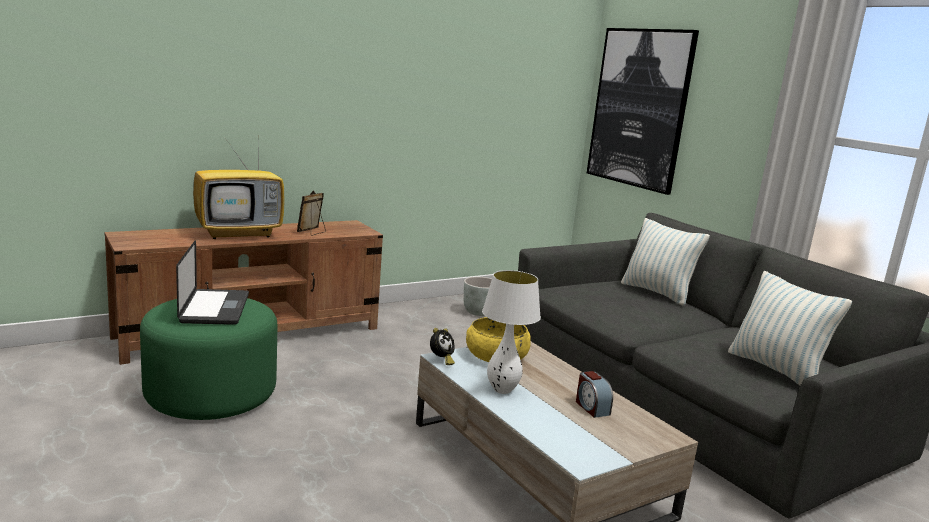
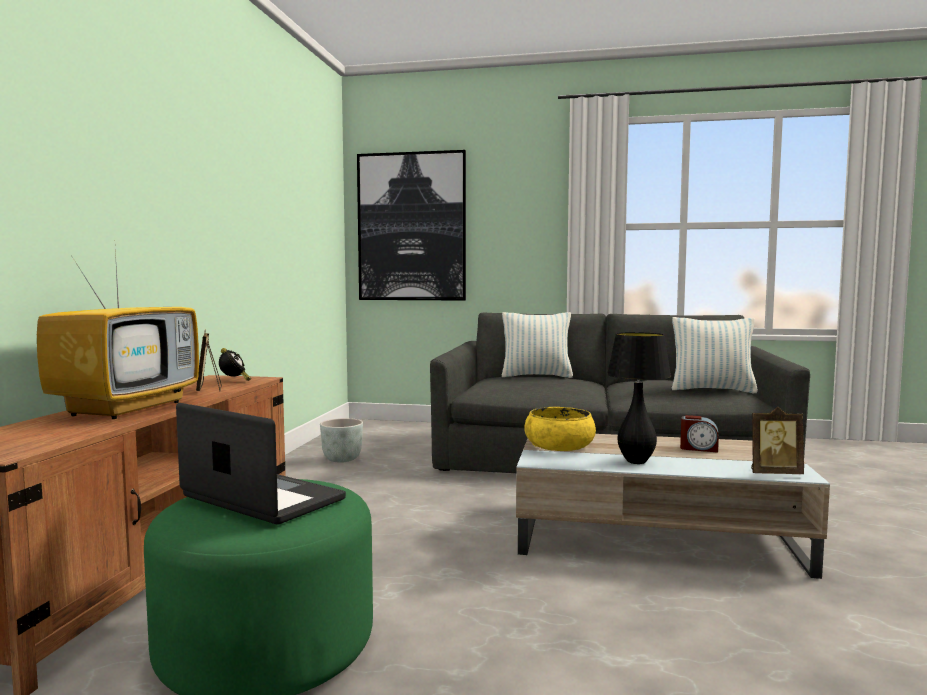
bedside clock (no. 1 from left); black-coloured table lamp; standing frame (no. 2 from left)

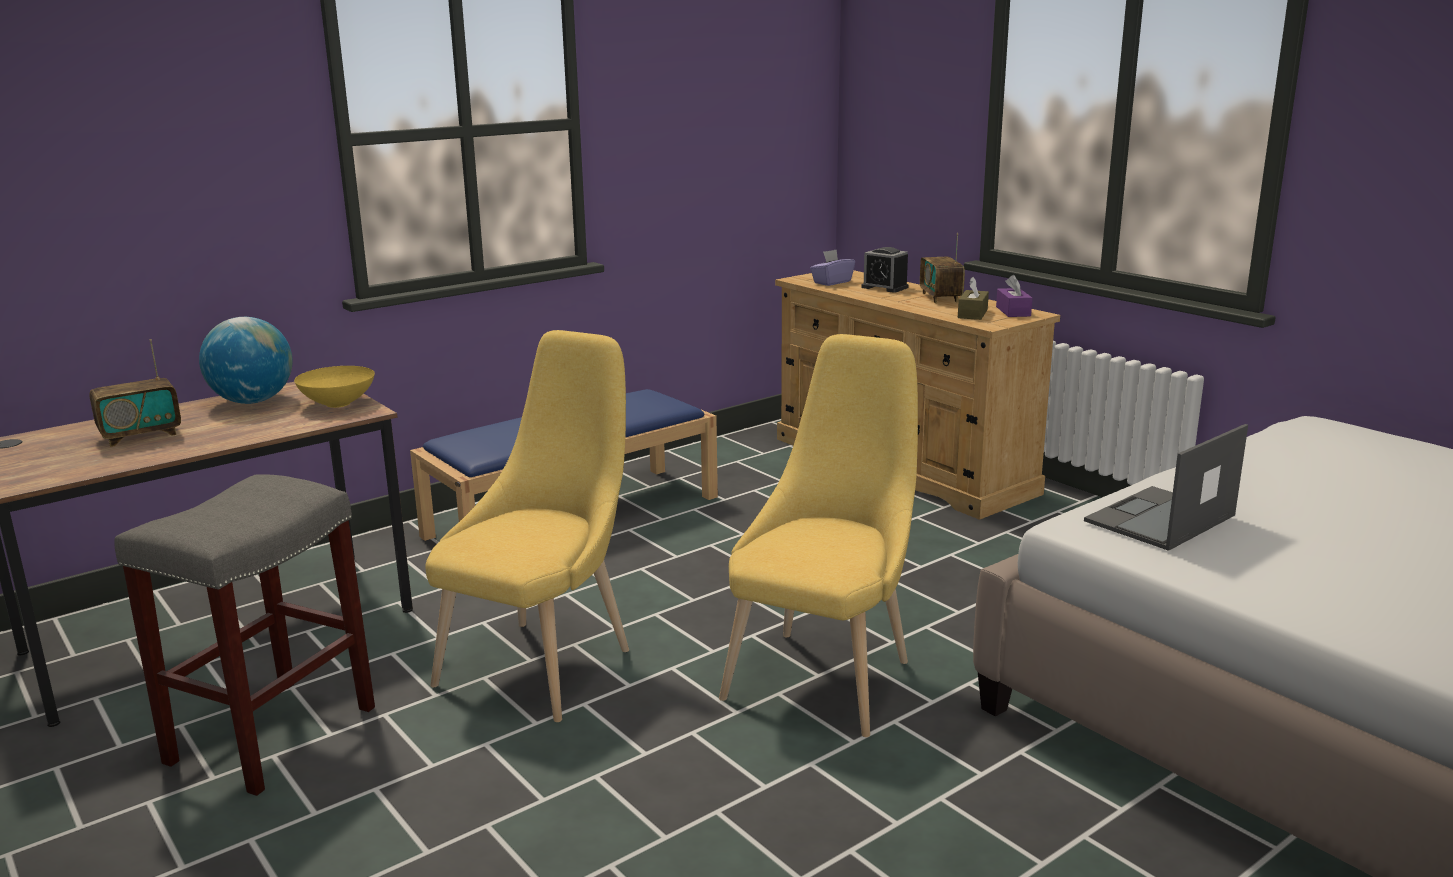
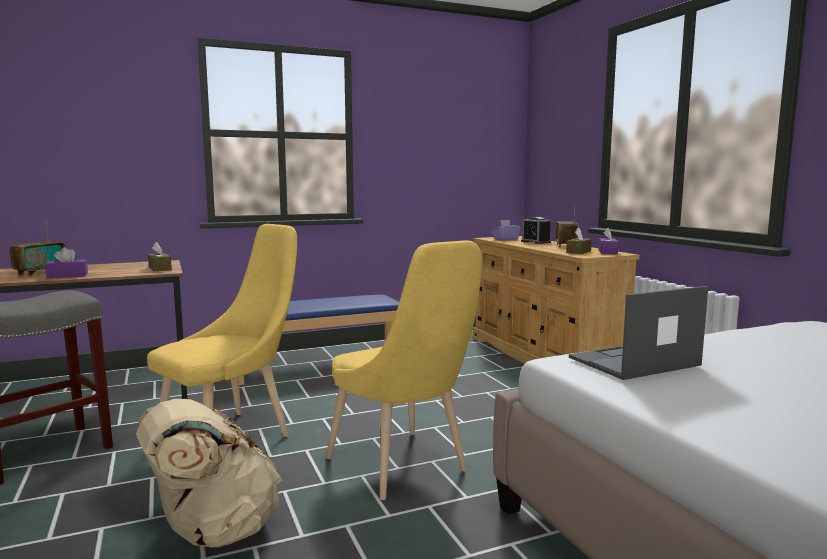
radio (no. 1 from left); desk globe; brownish box of tissues (no. 1 from left); yellow-coloured chair (no. 2 from left); purplish box of tissues (no. 1 from left); beige rucksack

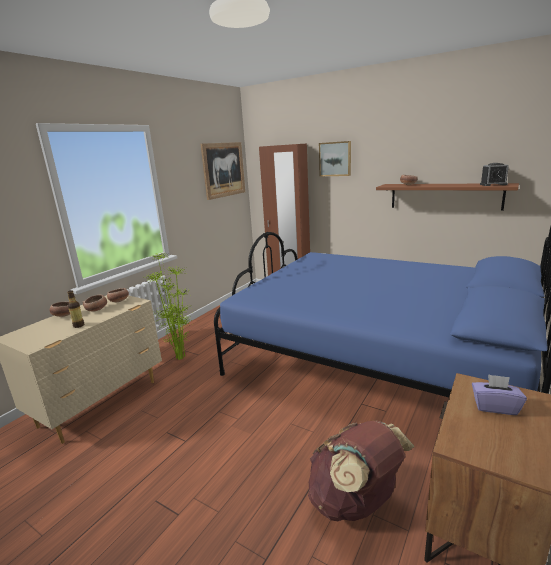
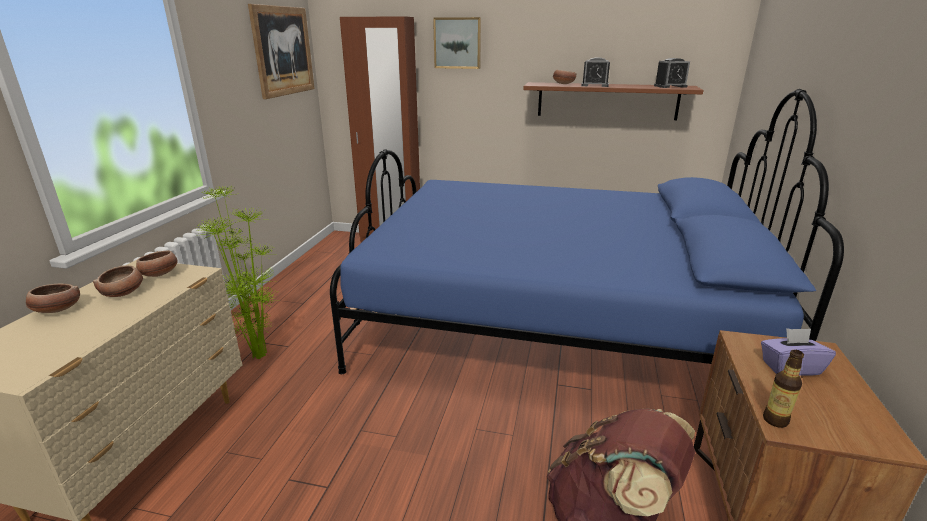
drink bottle; bedside clock (no. 1 from left)

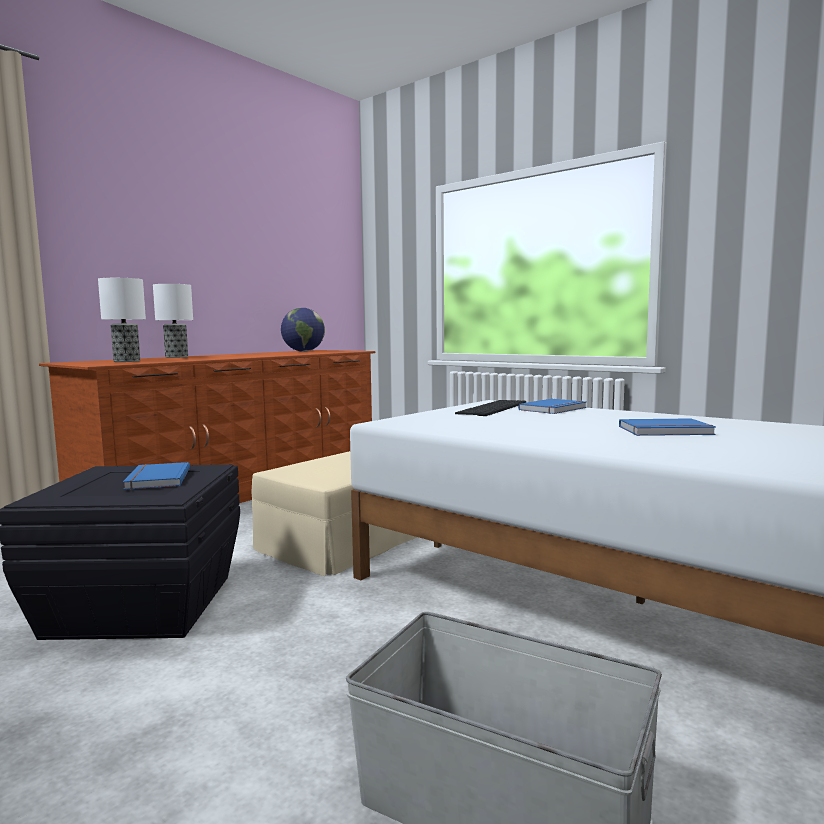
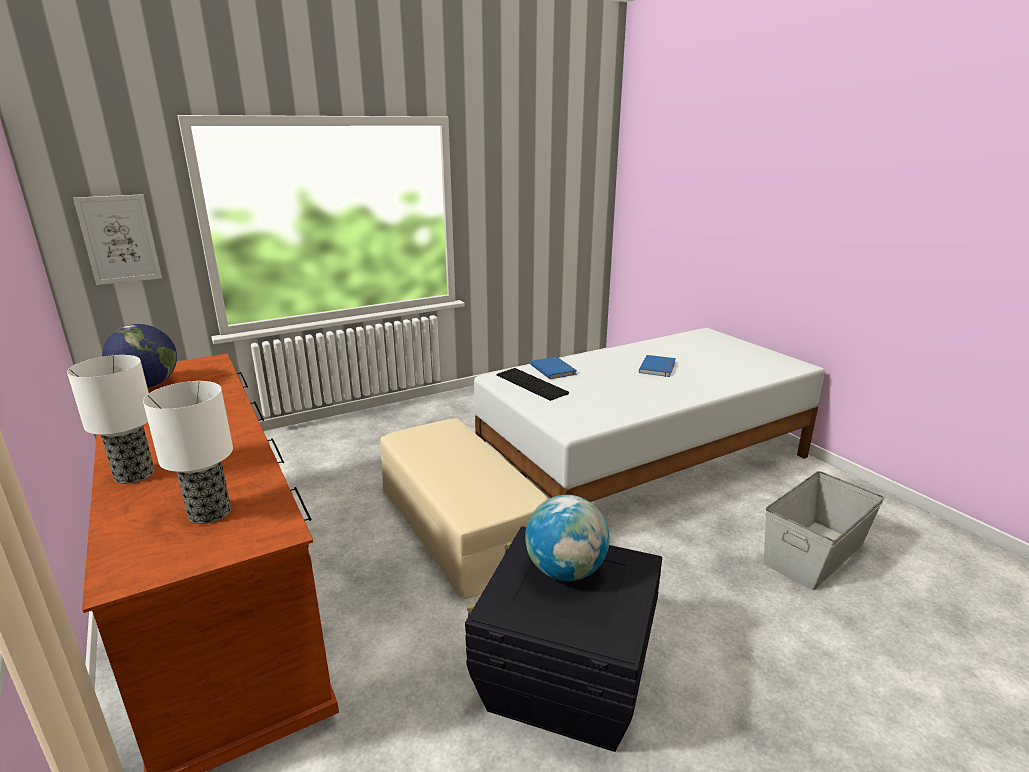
desk globe (no. 2 from left); wall picture

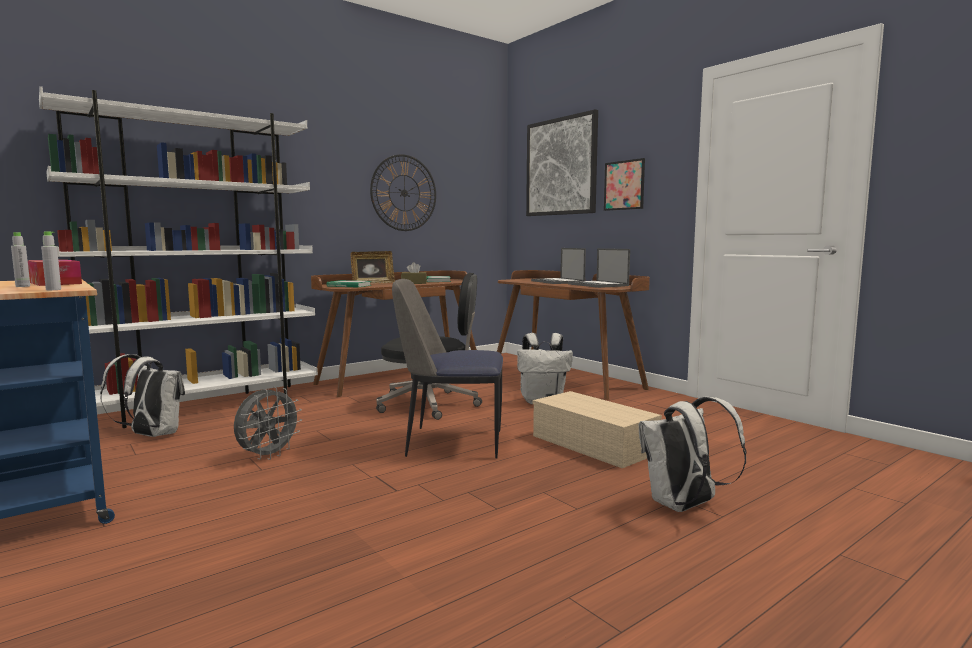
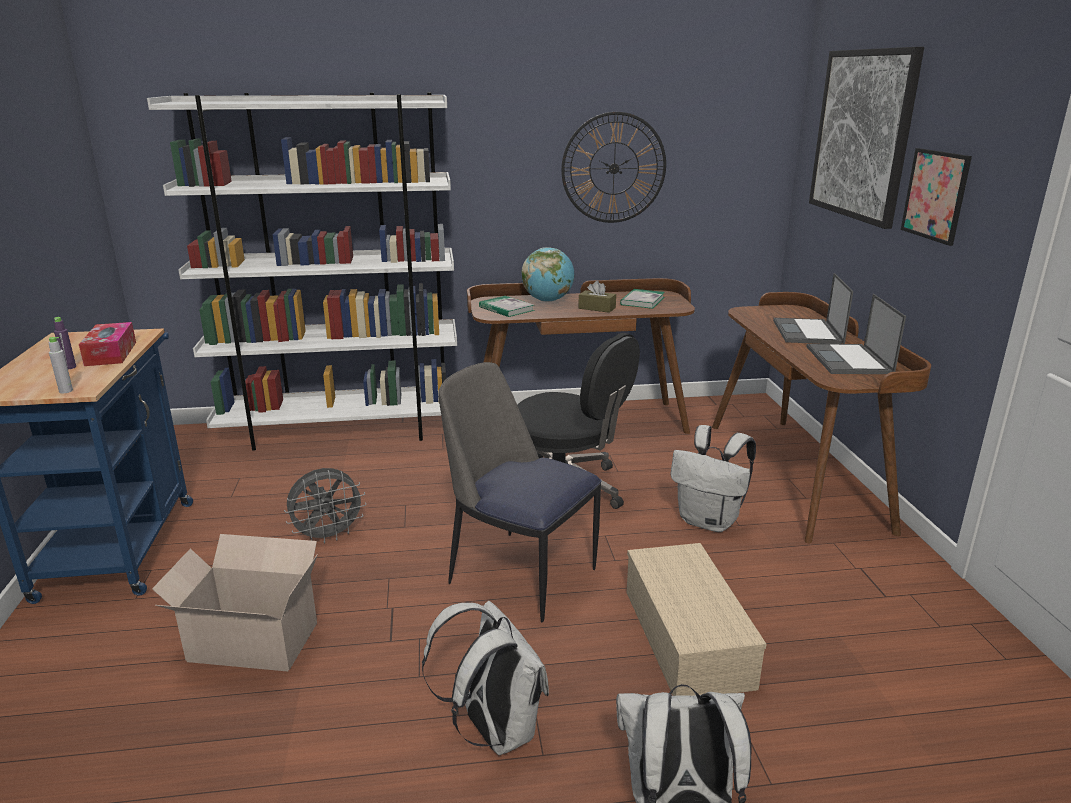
purplish drink bottle; white rucksack (no. 1 from left); desk globe; packing box

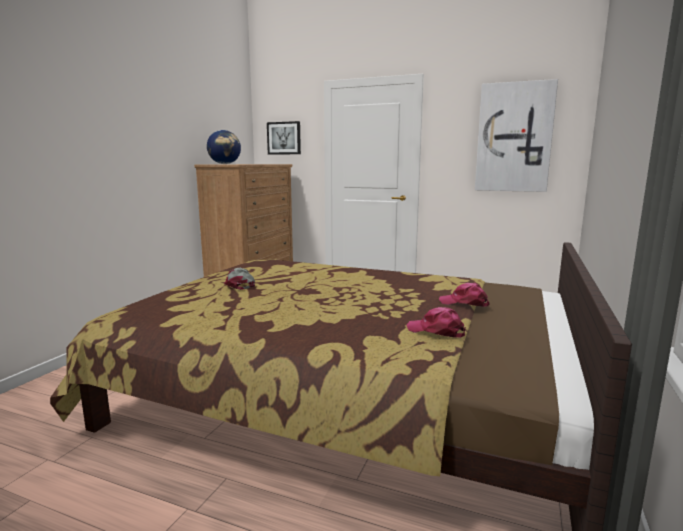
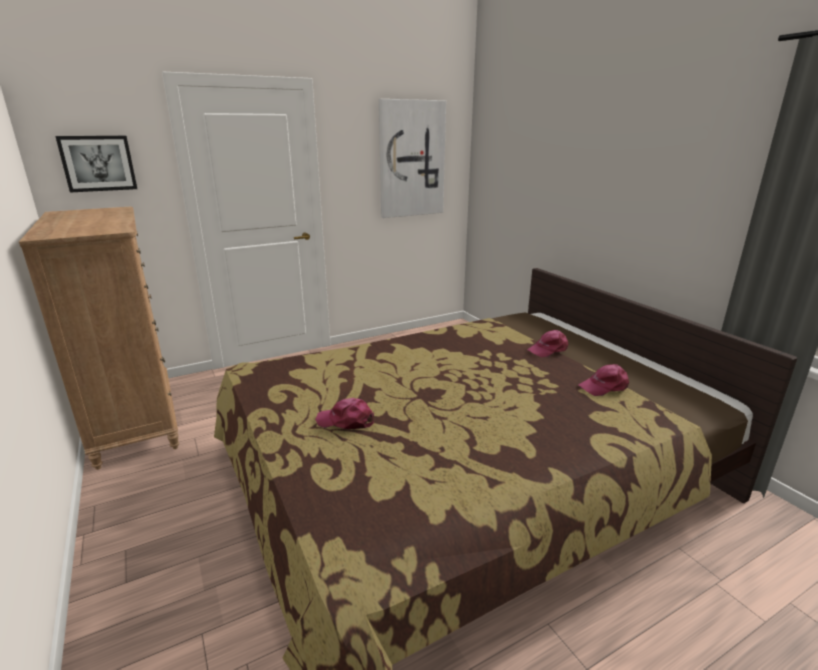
desk globe; pinkish baseball cap (no. 1 from left)

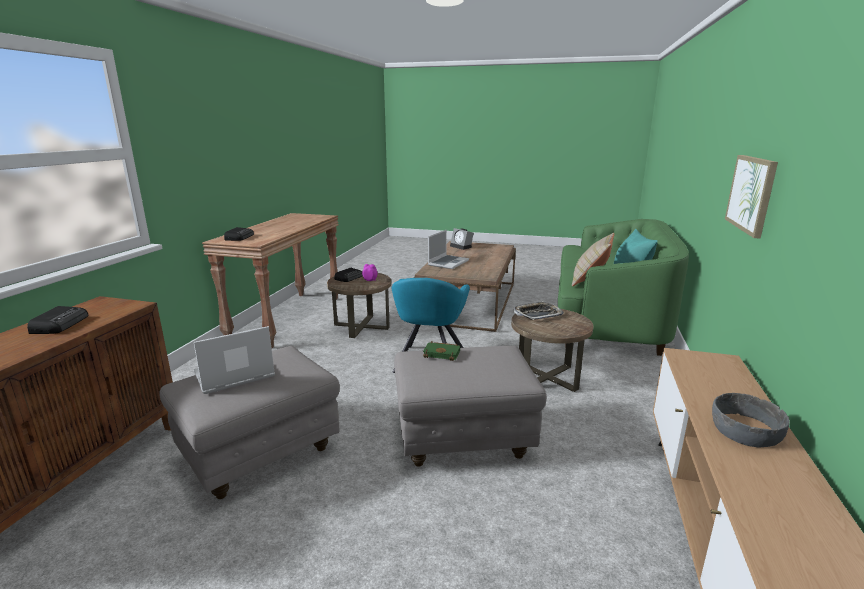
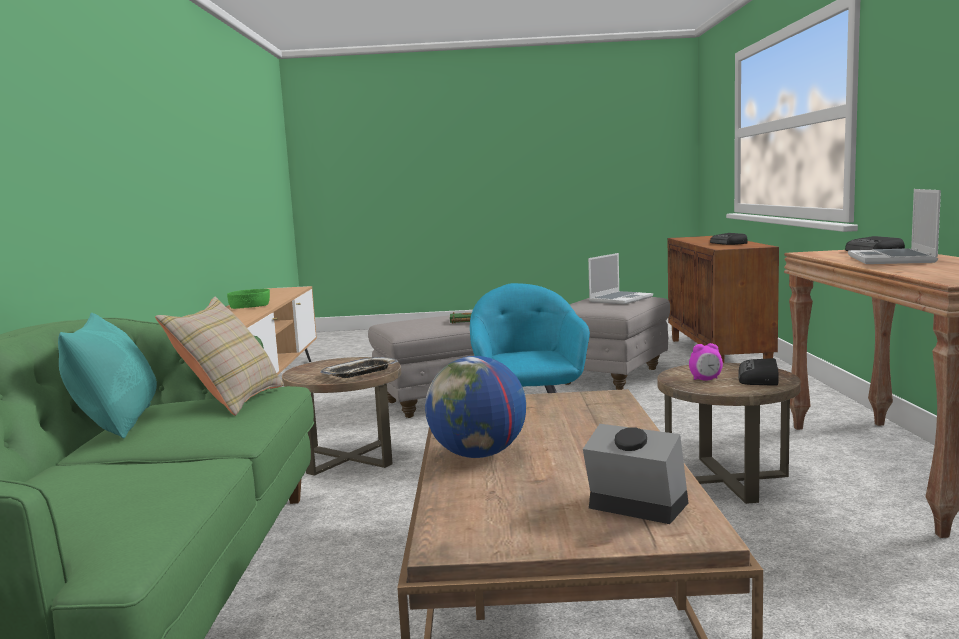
notebook computer (no. 2 from left); green deep dish; wall picture; desk globe

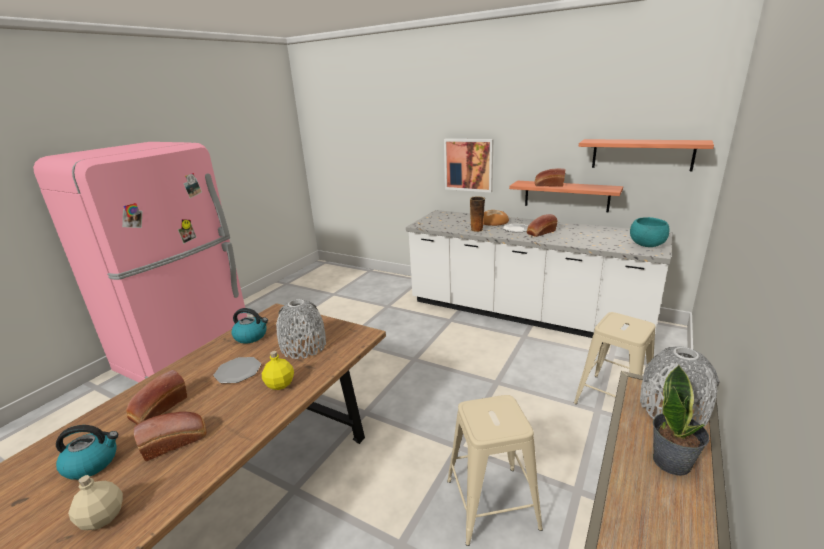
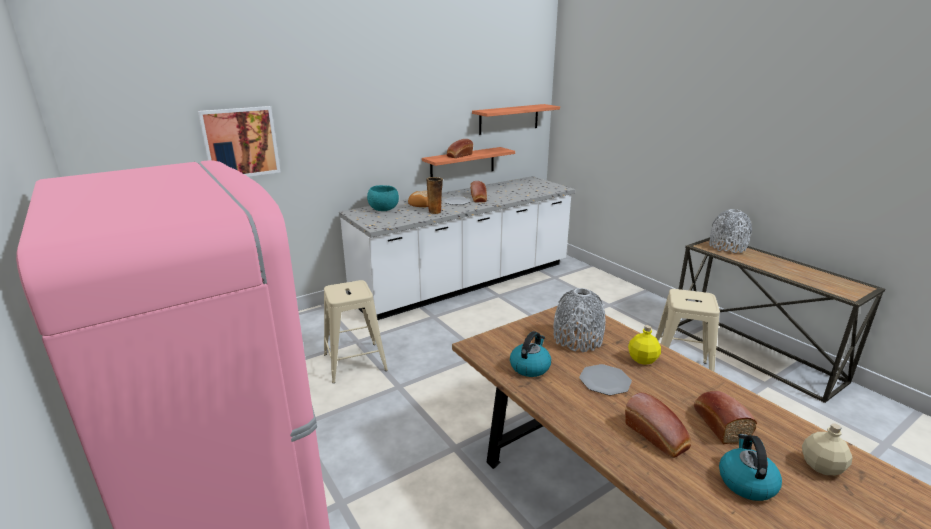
wall picture; beige stool seat (no. 1 from left); turquoise deep dish; plant in a pot

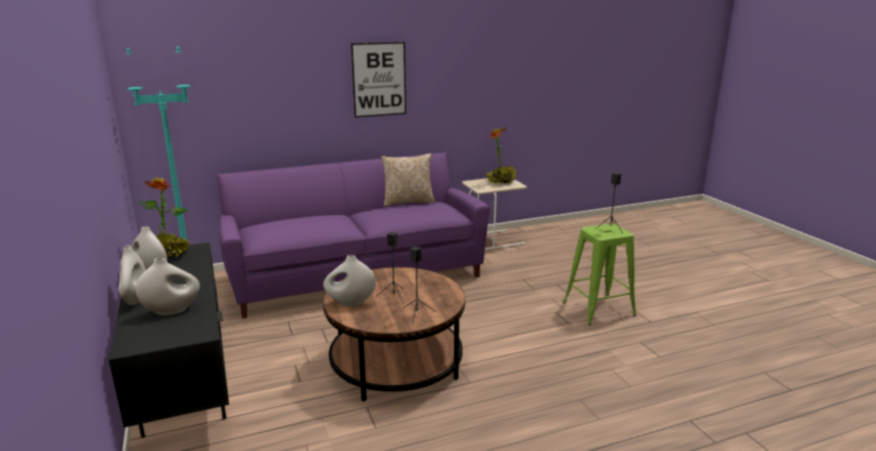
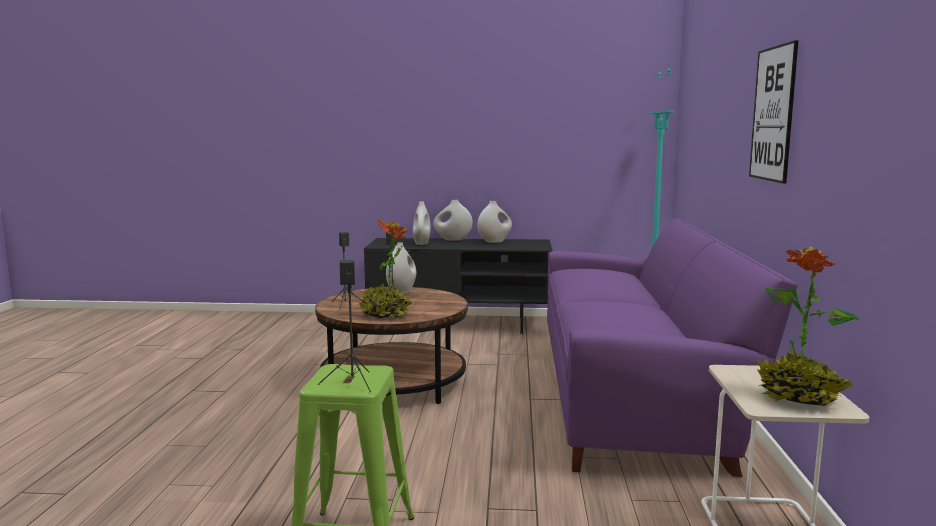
plant in a pot (no. 1 from left); throw pillow

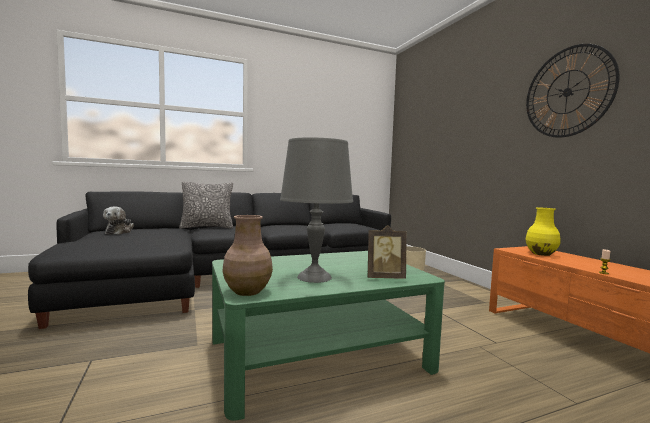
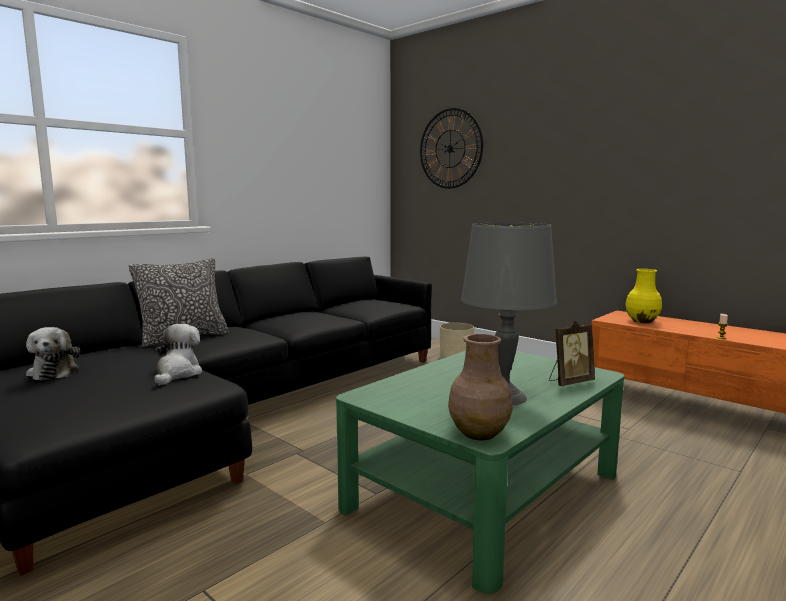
hanging clock; cuddly toy (no. 2 from left)

